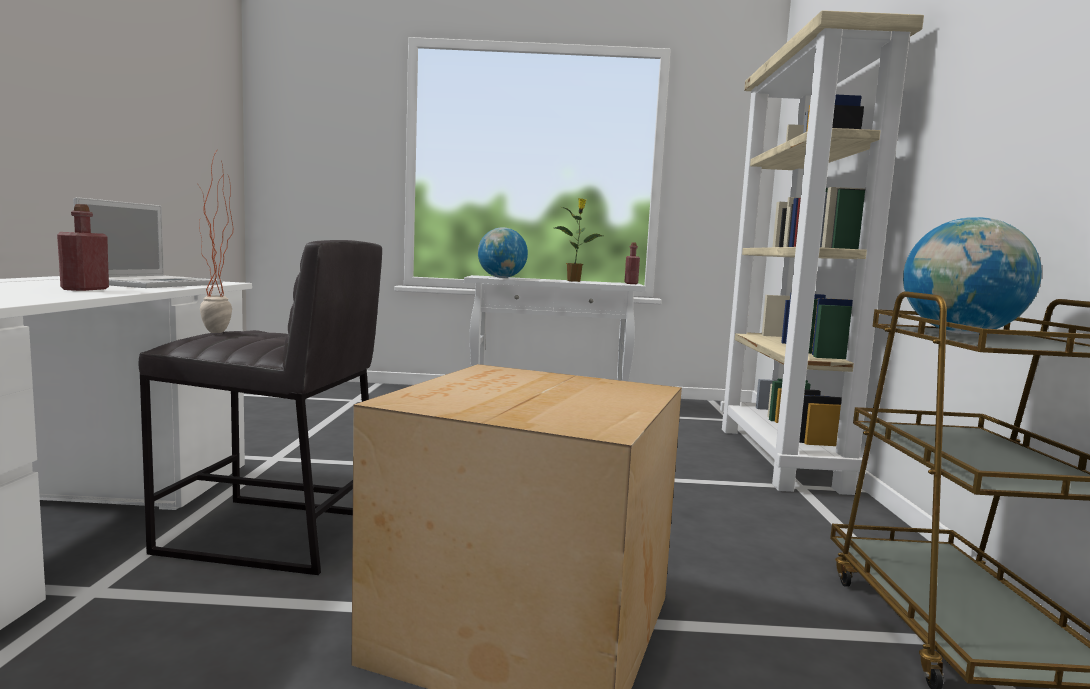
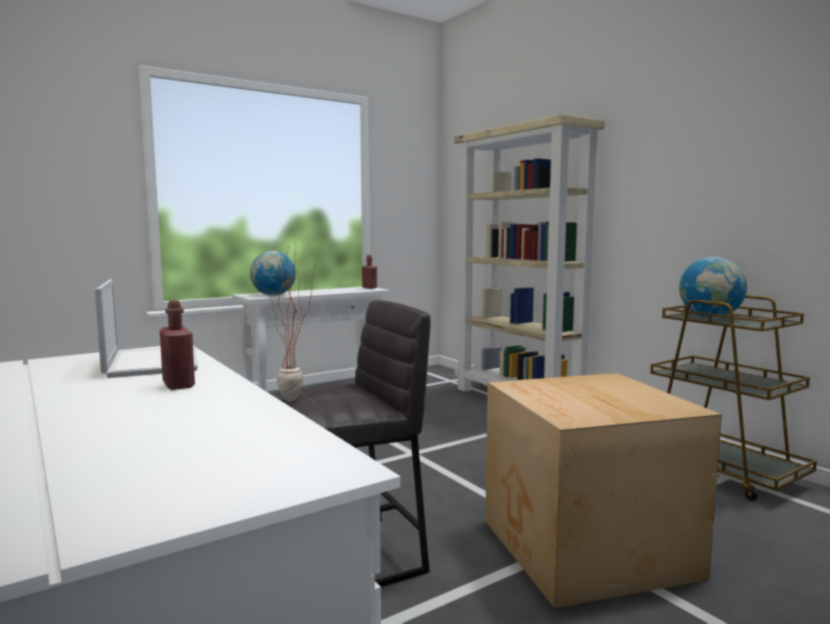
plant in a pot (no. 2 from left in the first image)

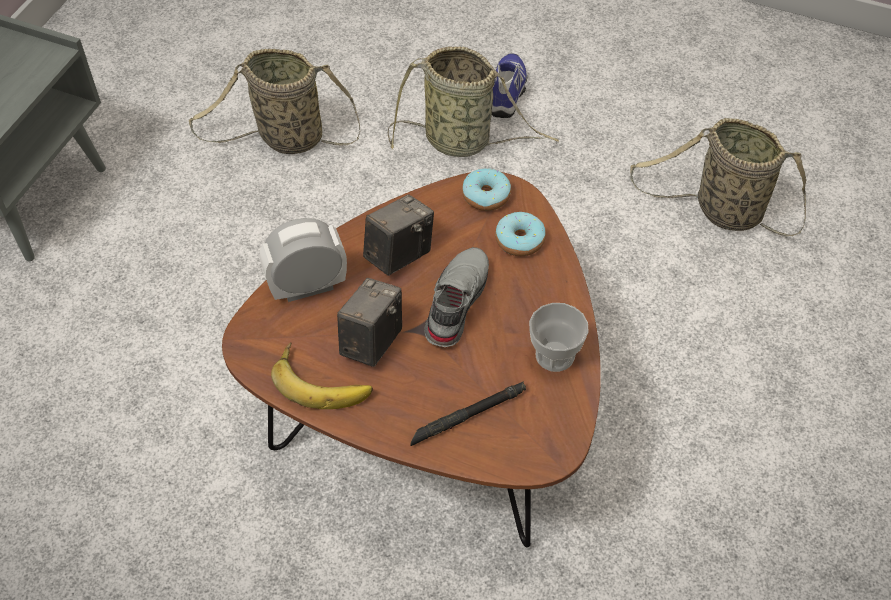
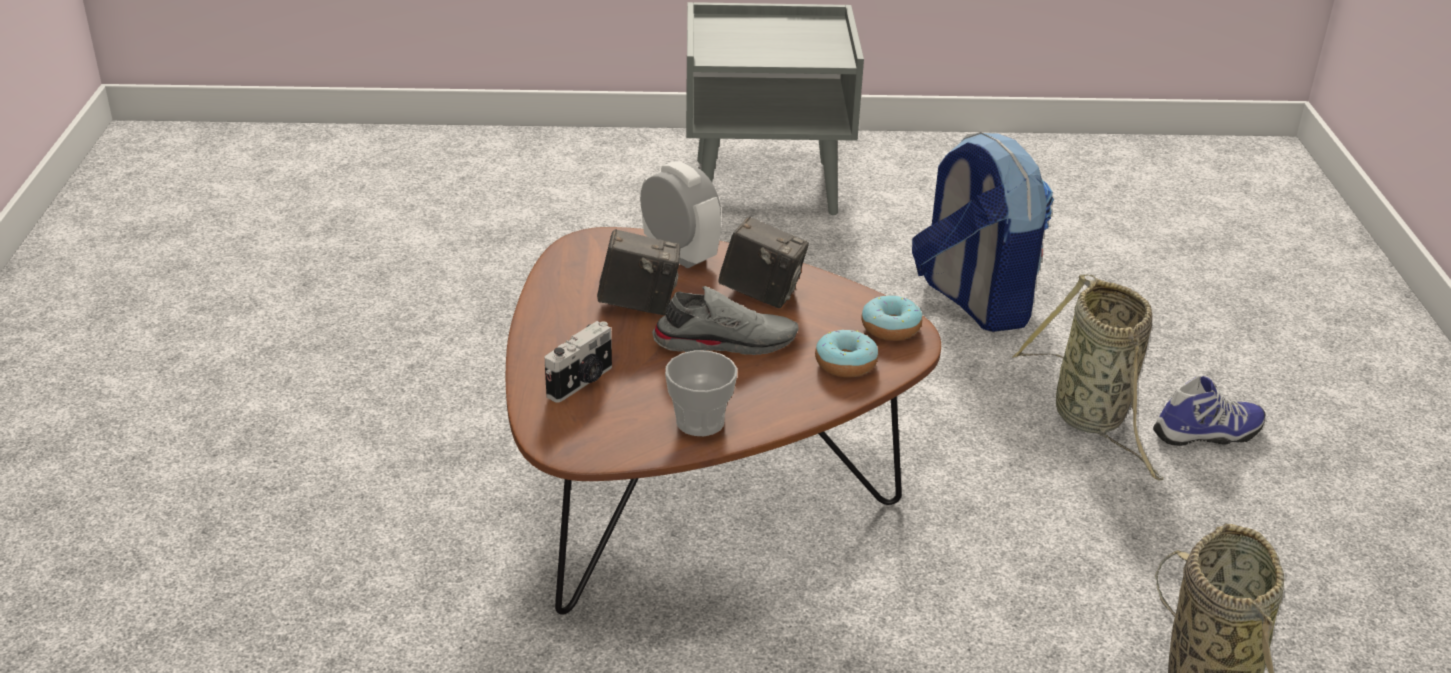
rucksack; banana fruit; photo camera (no. 1 from left)

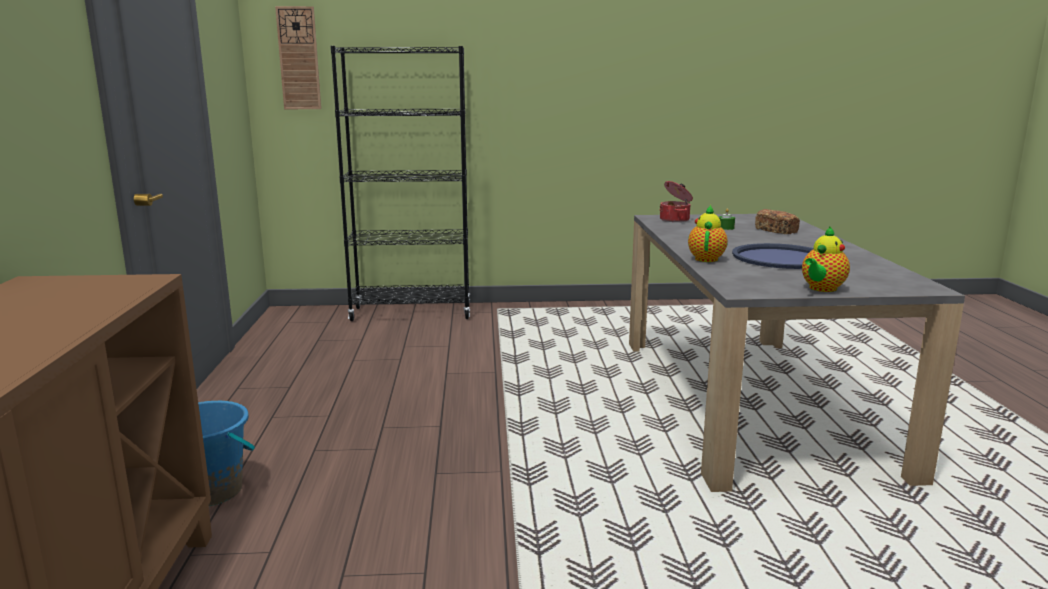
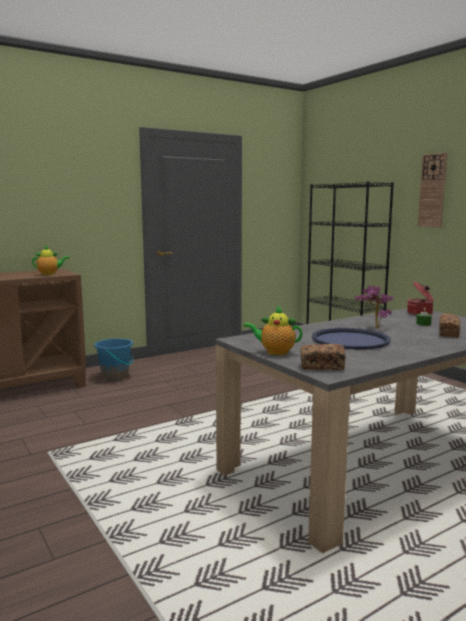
hanging clock; tea pot (no. 1 from left); bread (no. 1 from left); plant in a pot

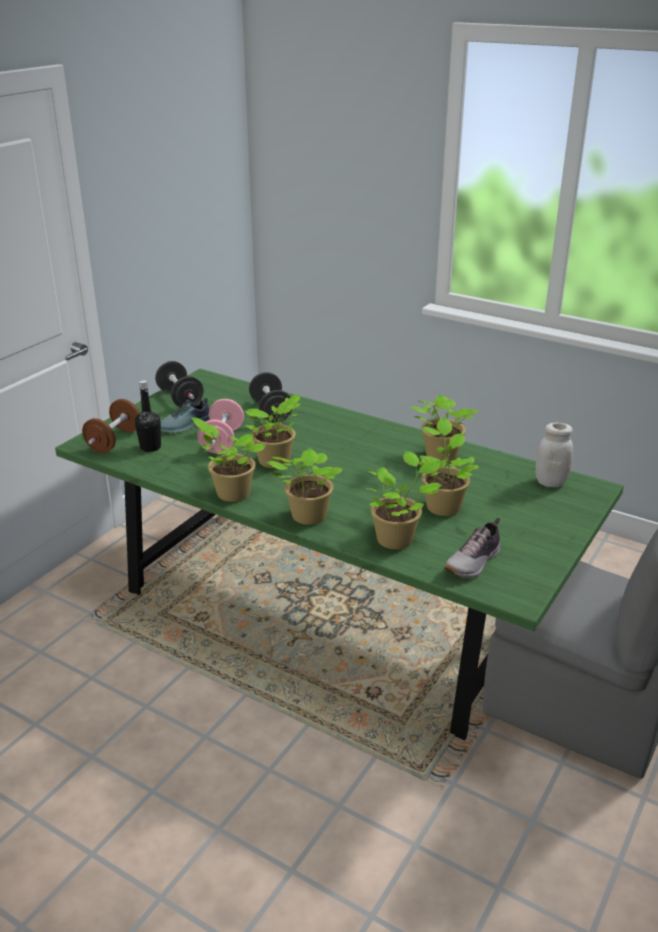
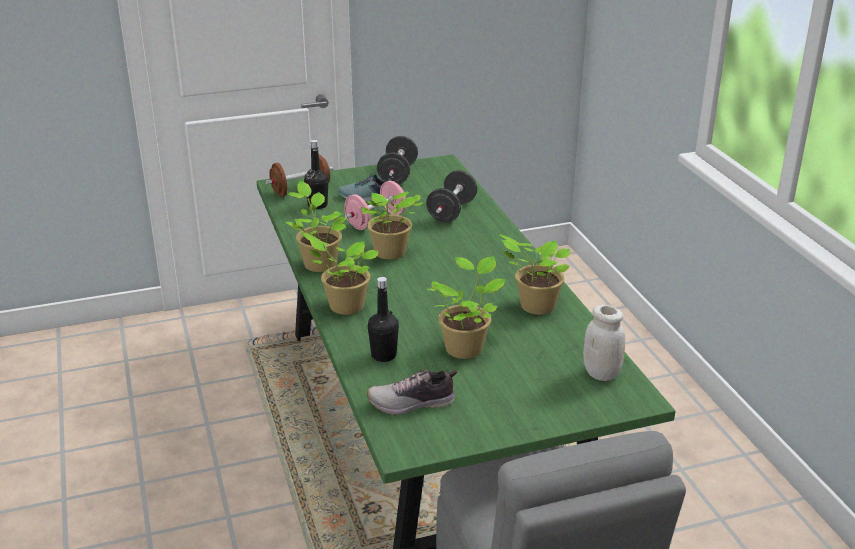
black-coloured drink bottle (no. 2 from left)

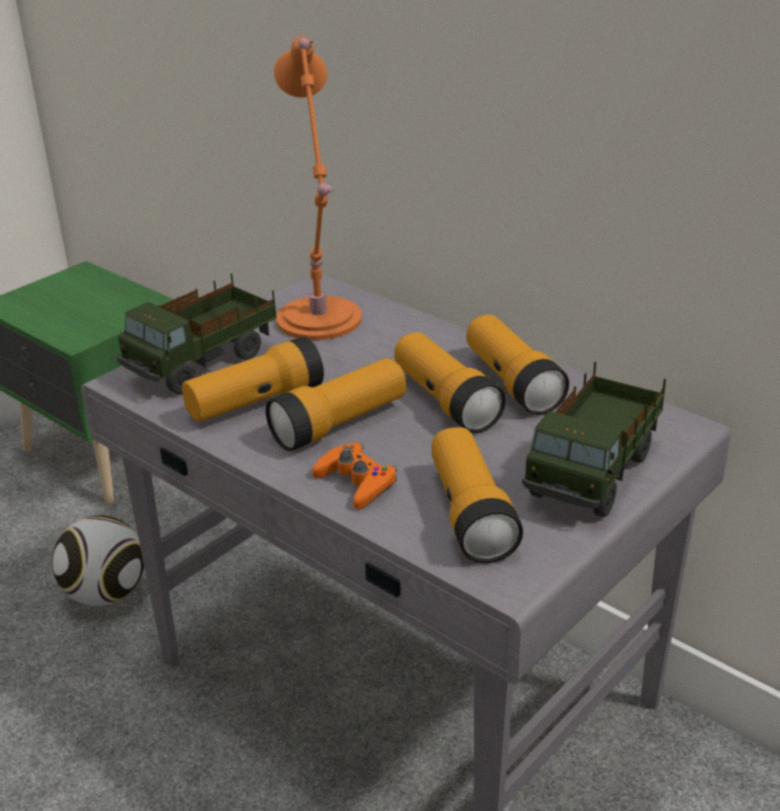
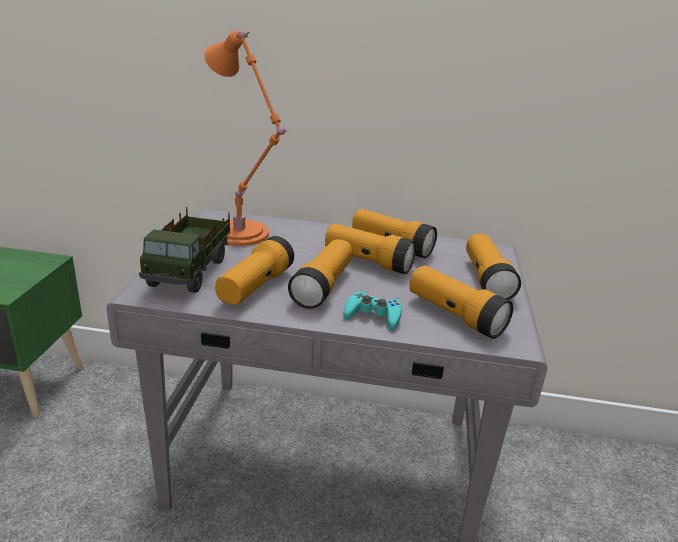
football ball; turquoise gamepad; torch (no. 6 from left)

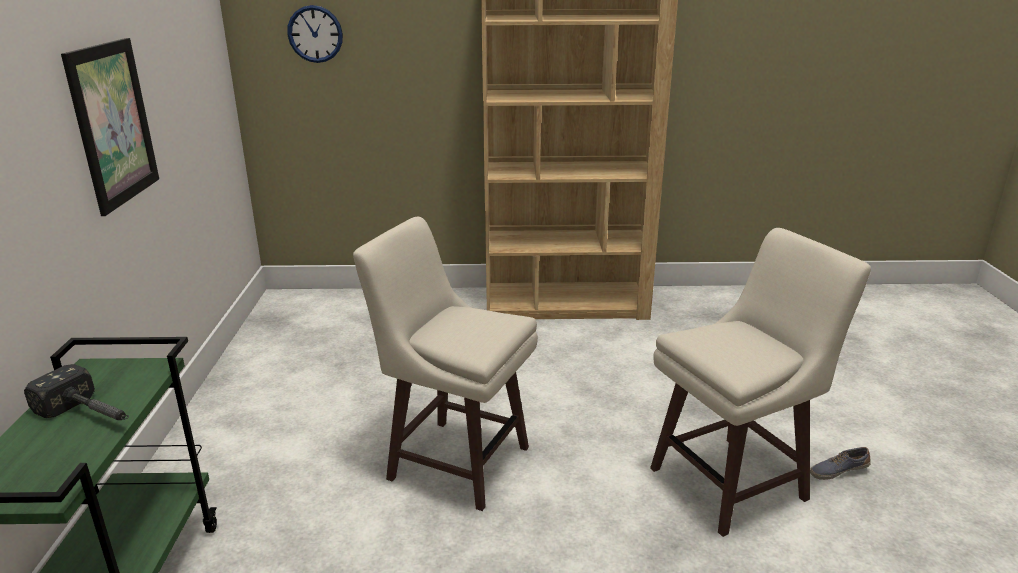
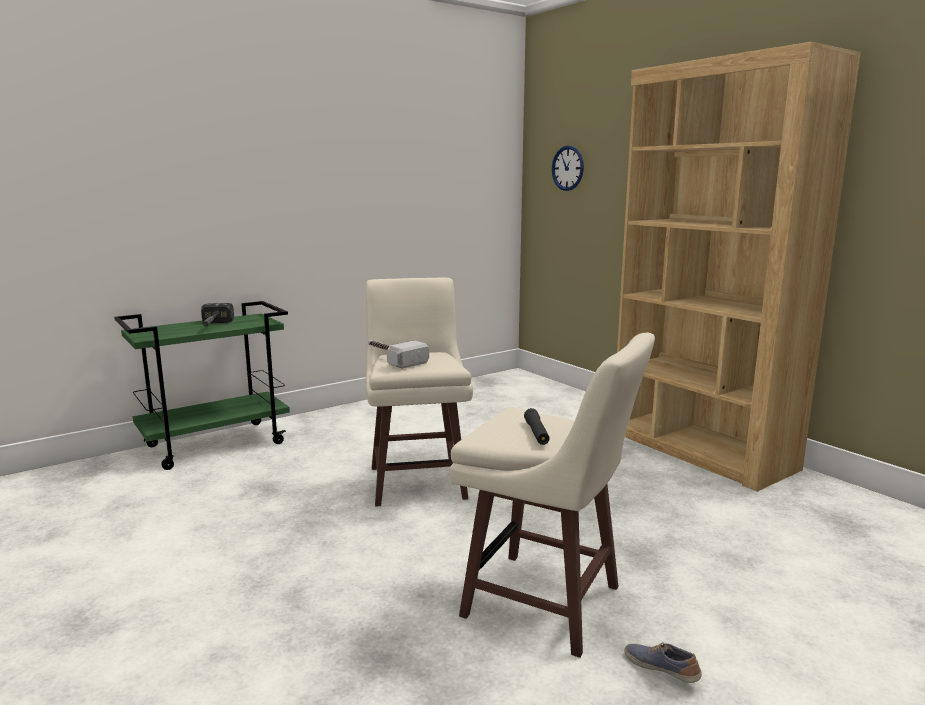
wall picture; tool hammer (no. 2 from left); black-coloured torch

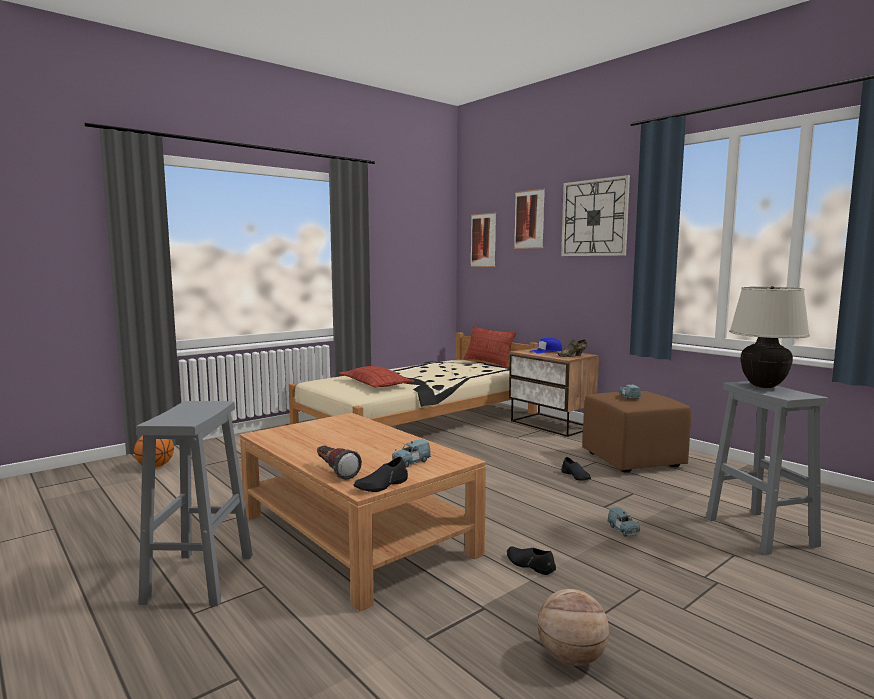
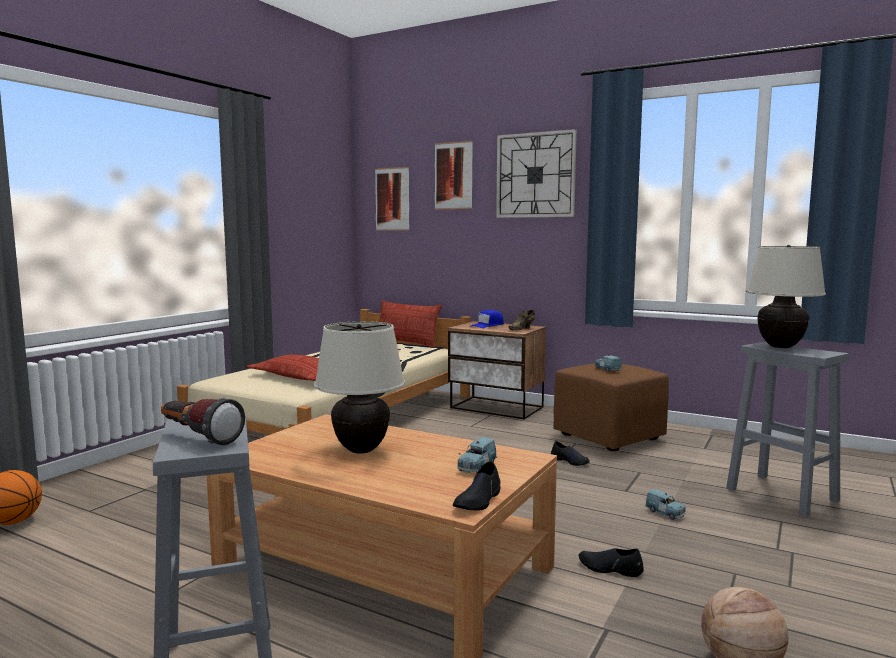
torch; beige table lamp (no. 1 from left)

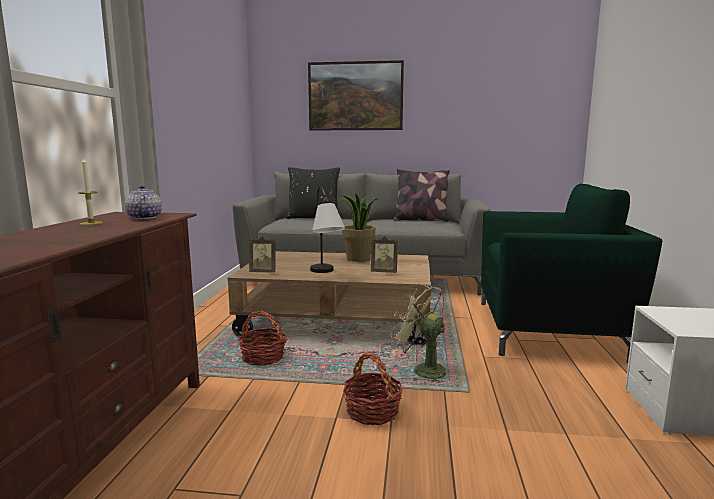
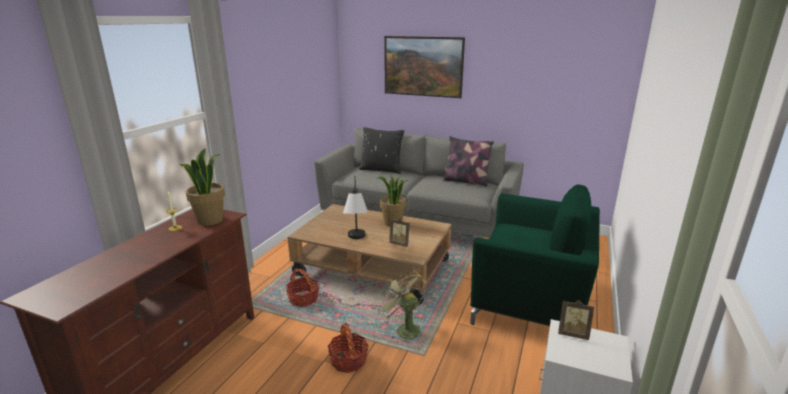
plant in a pot (no. 1 from left); standing frame (no. 2 from left)

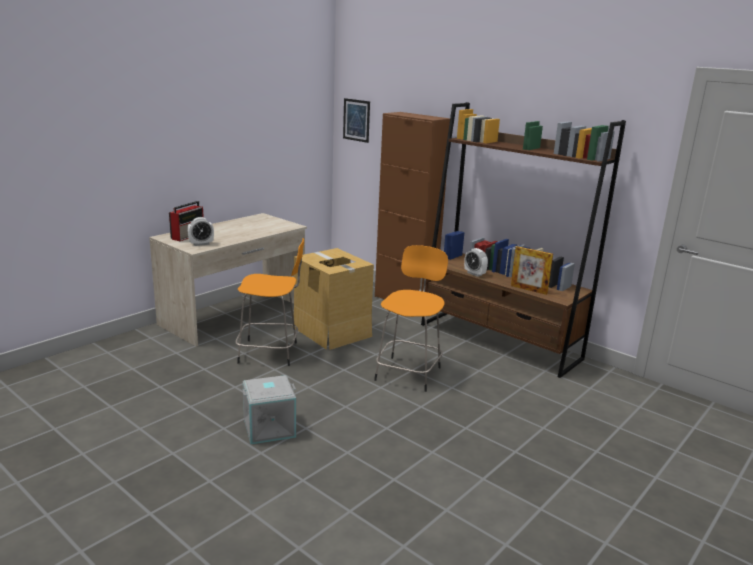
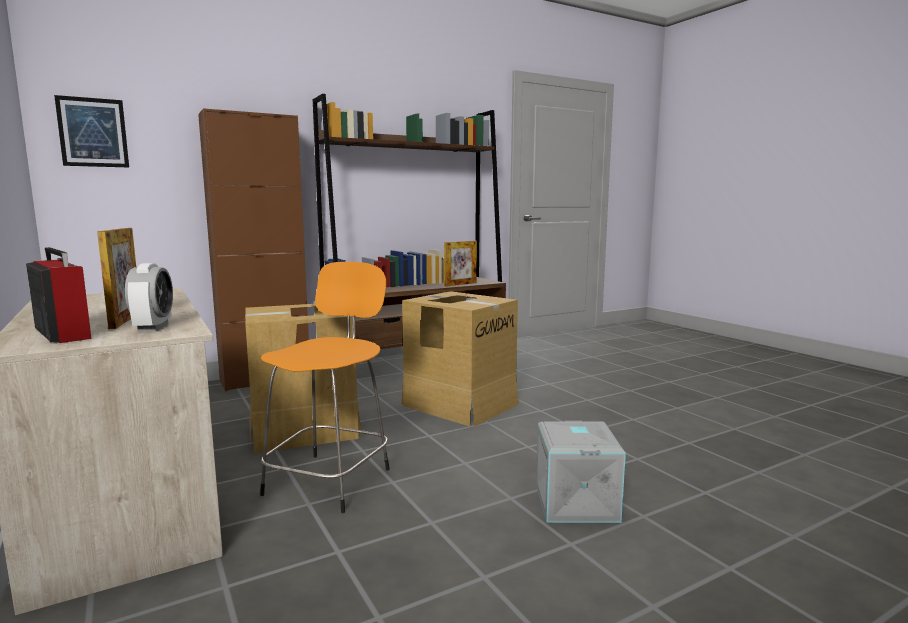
packing box (no. 2 from left); bedside clock (no. 2 from left in the first image); standing frame (no. 1 from left)

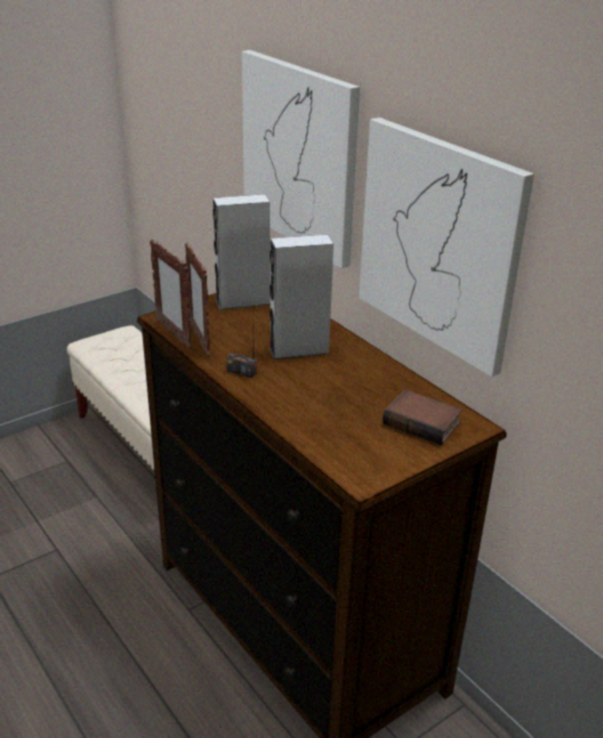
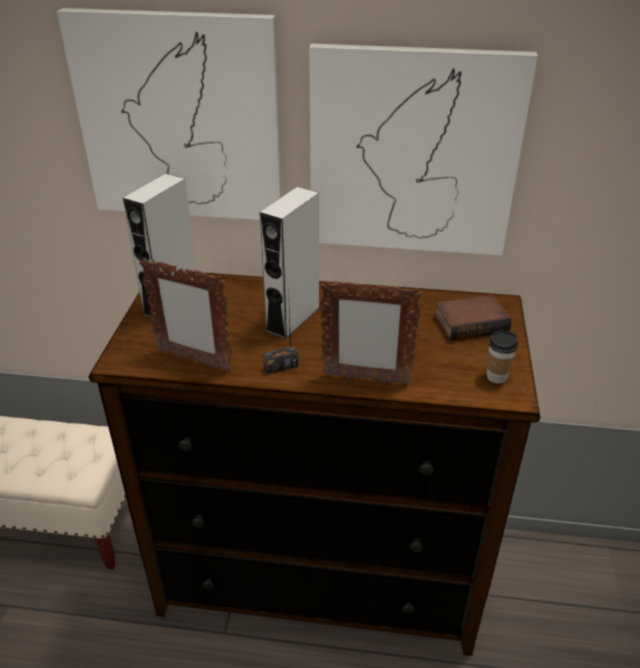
standing frame (no. 2 from left); small cup

